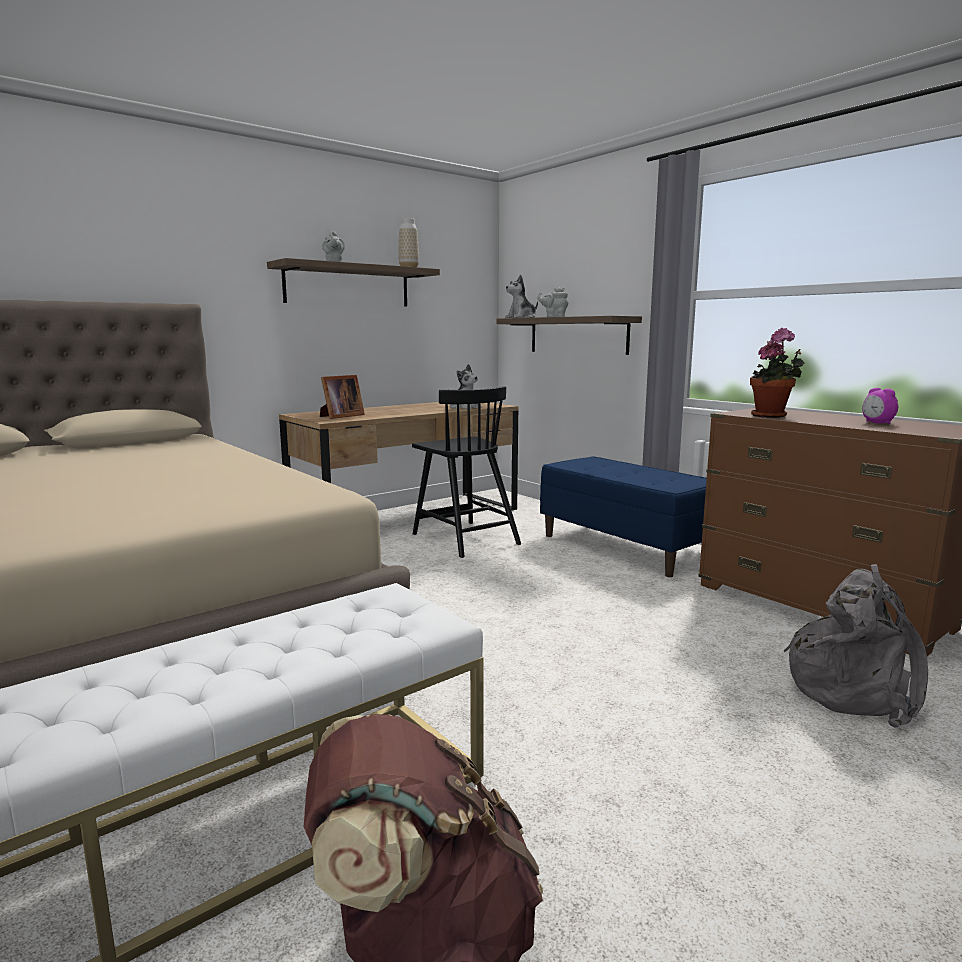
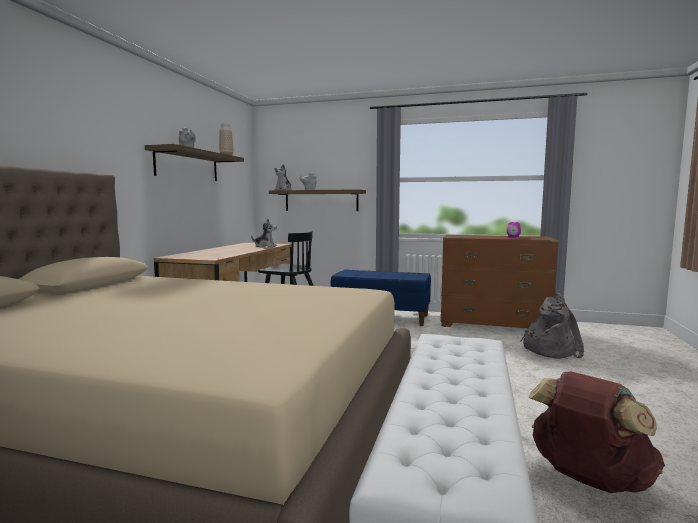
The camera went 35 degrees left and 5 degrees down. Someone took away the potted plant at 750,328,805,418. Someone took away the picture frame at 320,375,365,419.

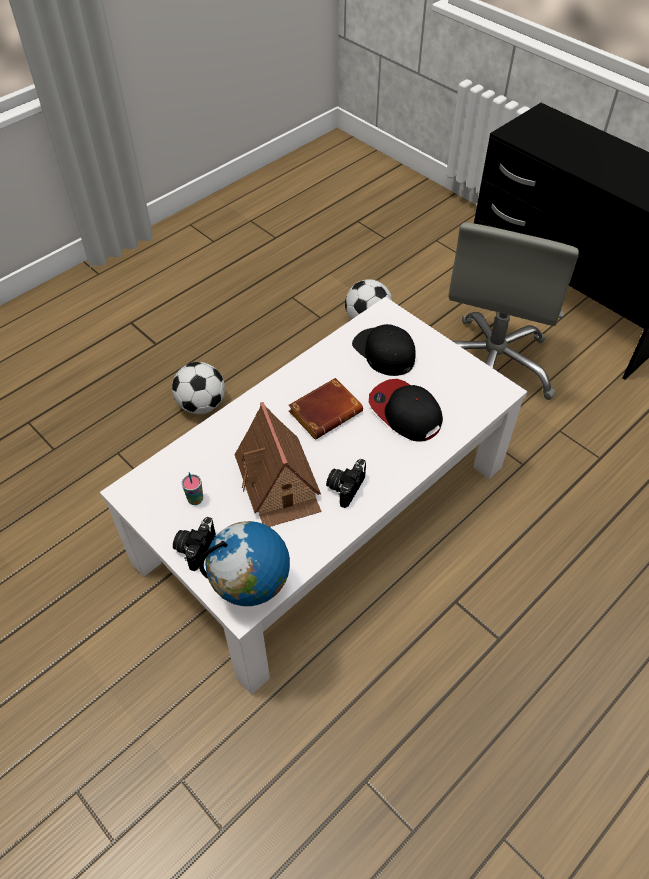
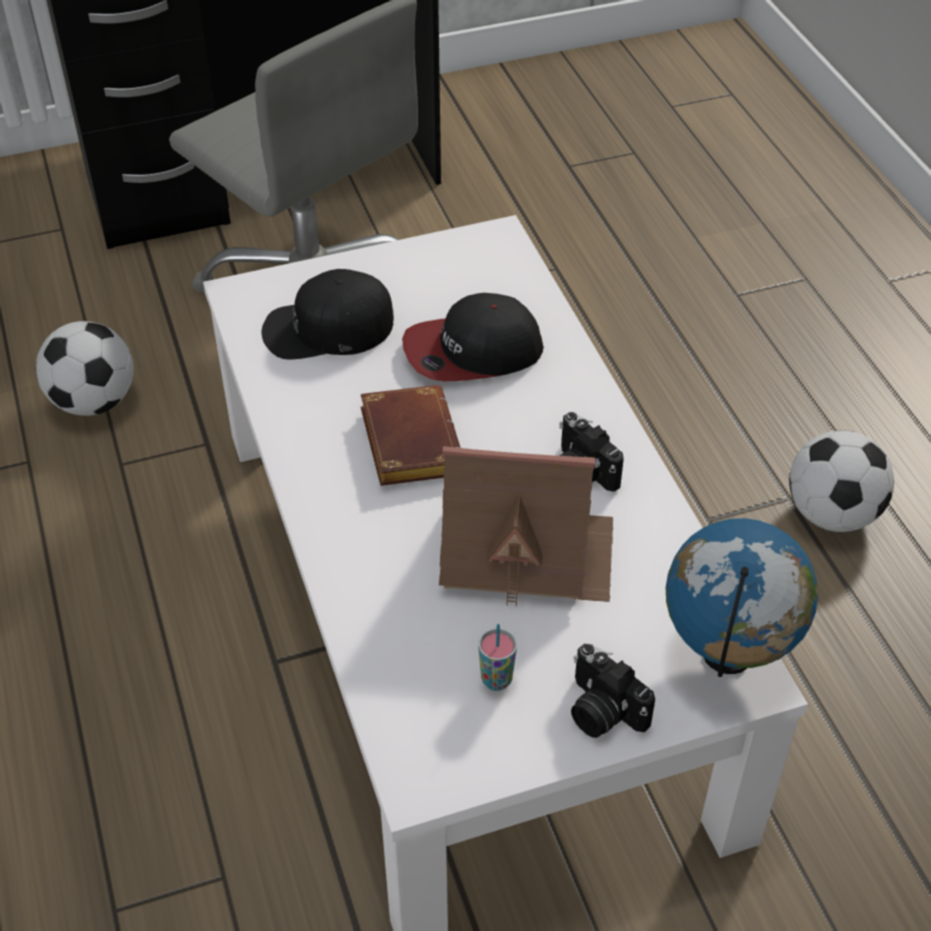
The camera went 65 degrees left and 5 degrees down. Someone carried the football from 172,362,225,414 to 789,430,894,532.

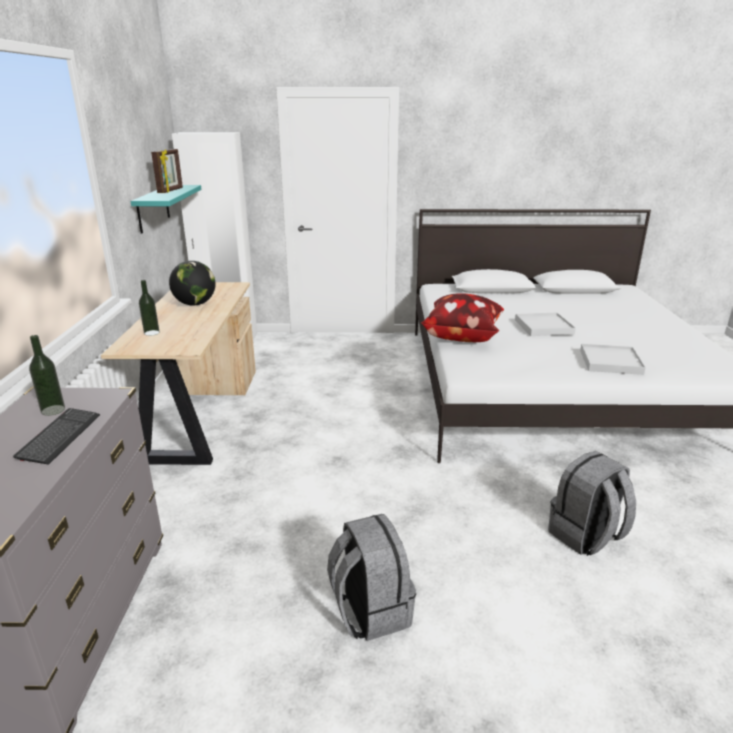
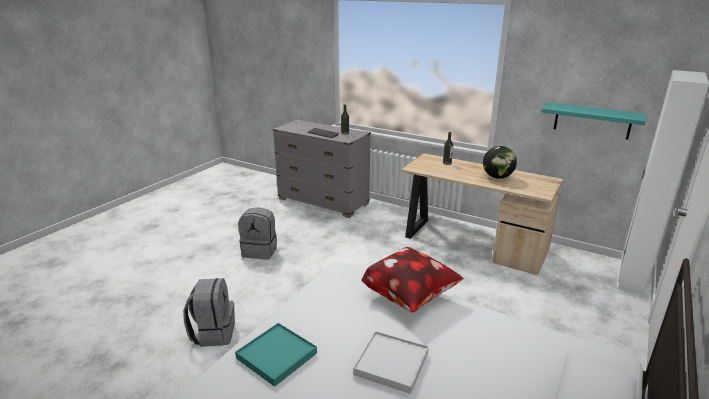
The camera went 120 degrees right and 0 degrees up. Someone took away the picture frame at 151,149,183,193. Someone repainted the white tray at 580,344,646,375, which became the turquoise tray at 235,323,317,387.

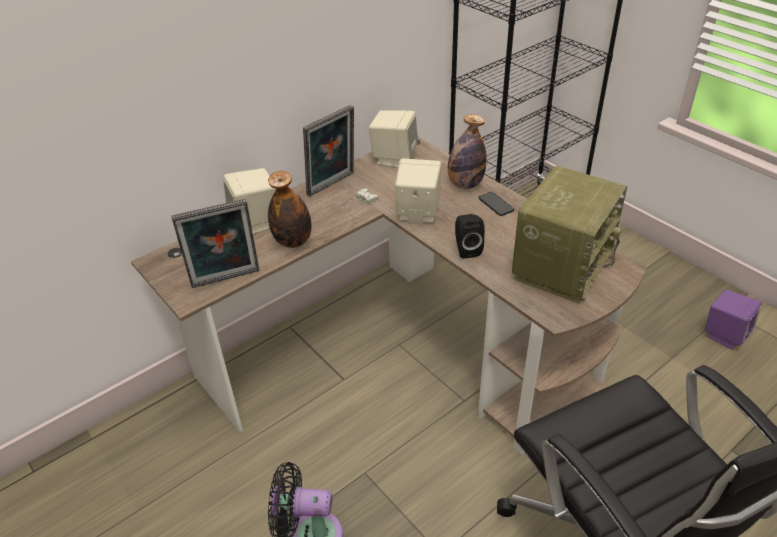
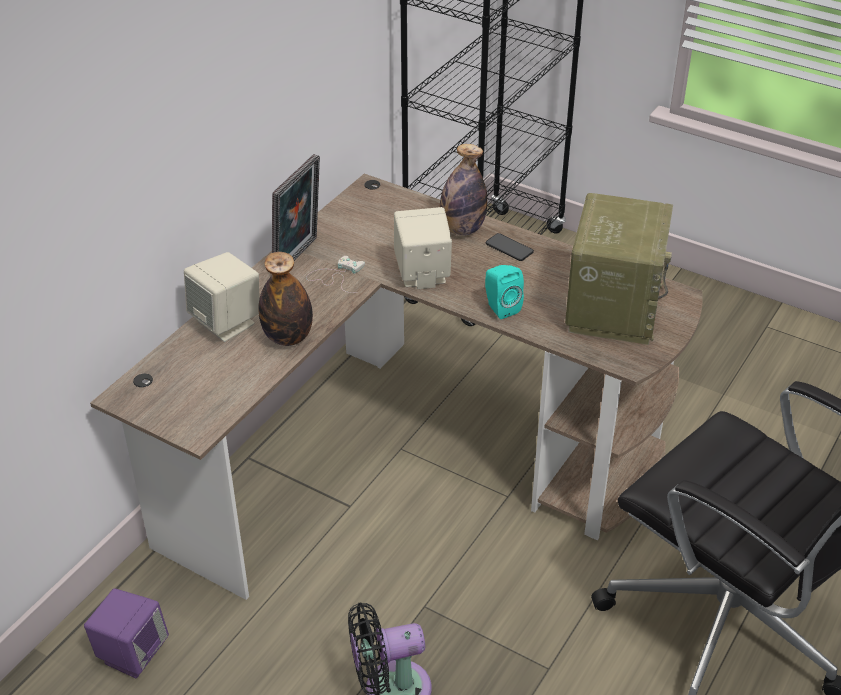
The camera went 20 degrees left and 0 degrees up. Someone took away the beige speaker at 369,110,418,168. Someone took away the picture frame at 171,199,259,288. Someone repainted the black speaker at 455,214,485,259, which became the turquoise speaker at 485,265,524,319. Someone carried the purple speaker from 705,289,762,349 to 84,588,169,678.

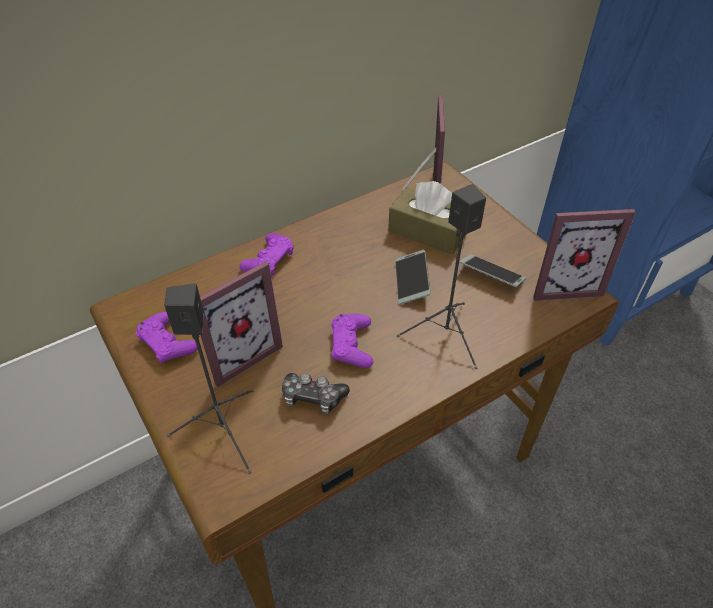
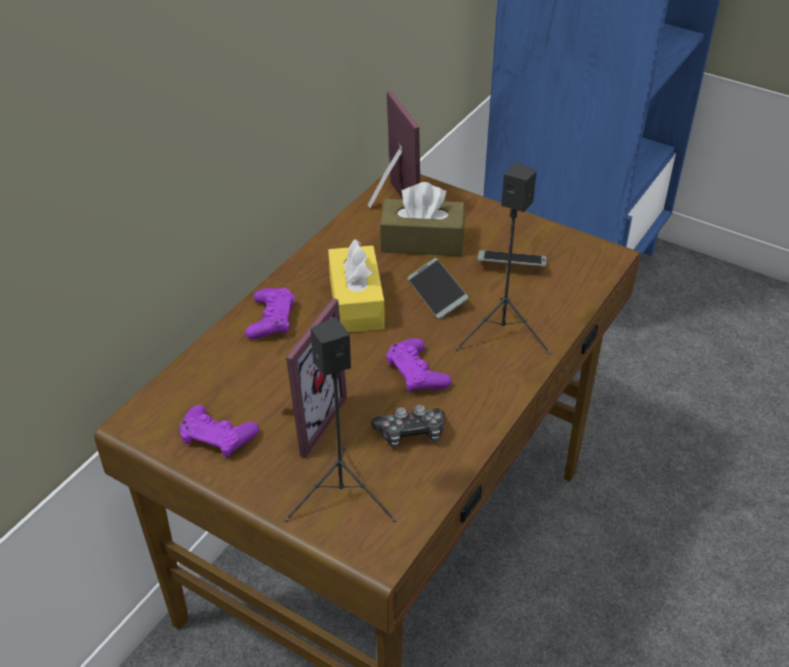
The camera went 25 degrees left and 5 degrees down. Someone took away the picture frame at 533,209,636,301. Someone put down the yellow tissue box at 328,239,385,332.

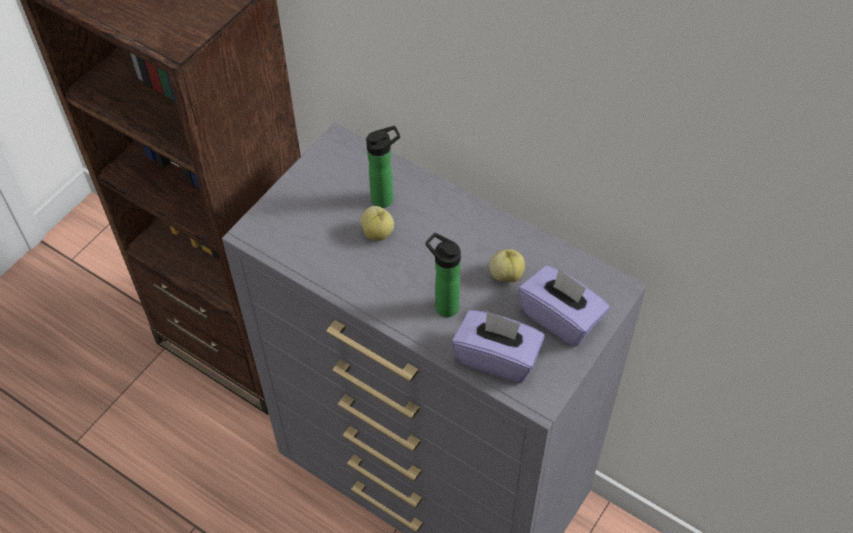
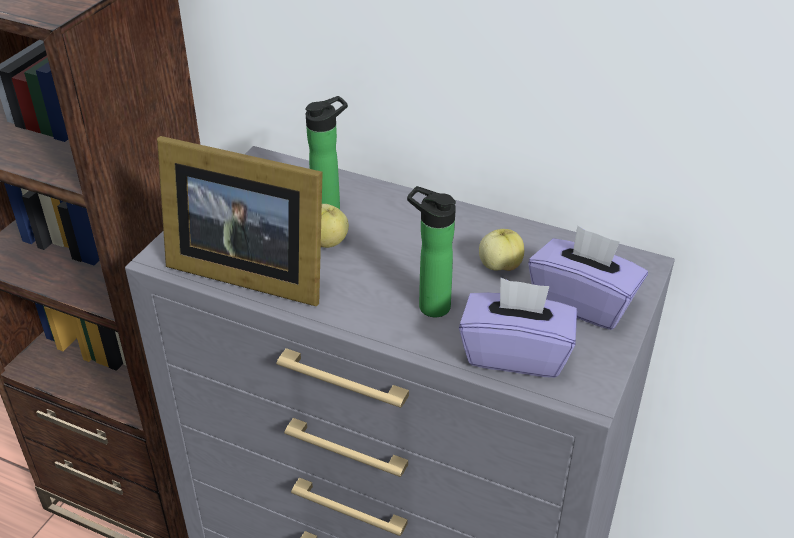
The camera went 10 degrees left and 15 degrees down. Someone put down the picture frame at 157,136,323,306.

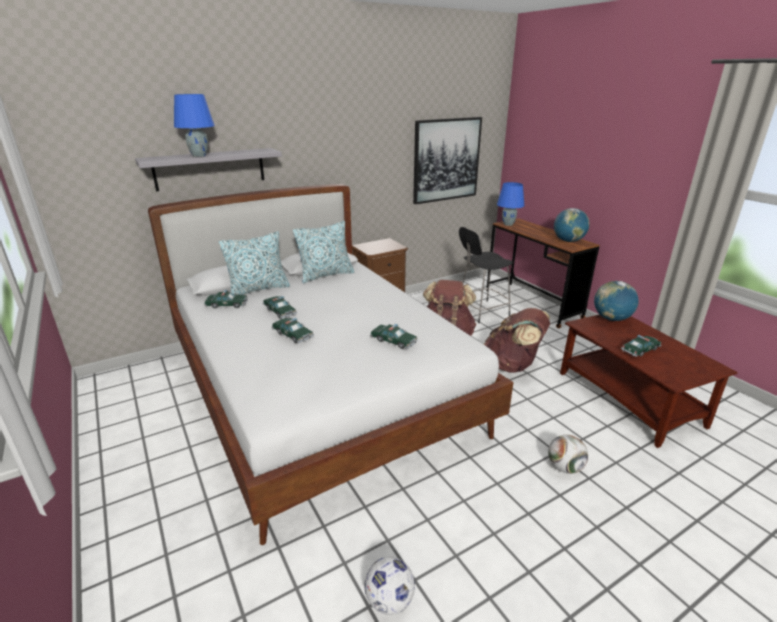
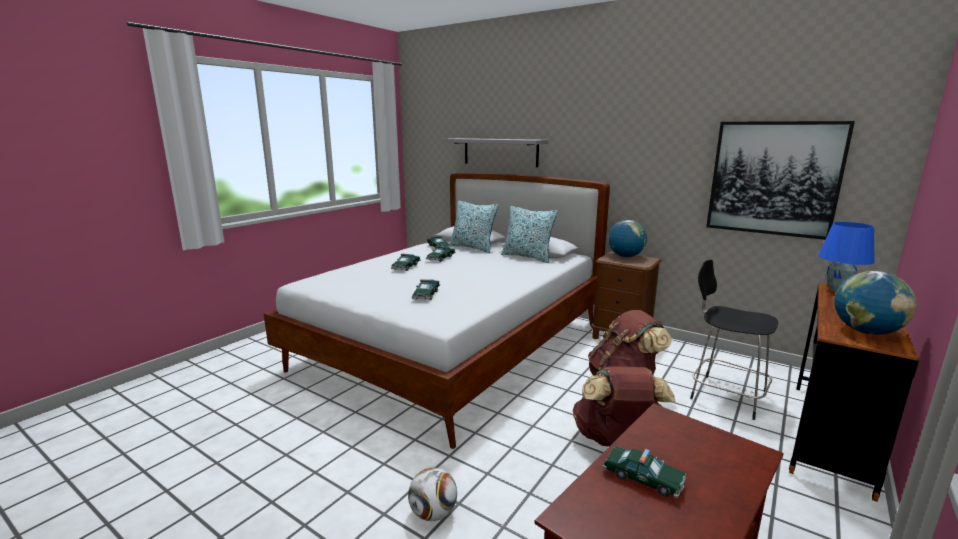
The camera went 65 degrees right and 10 degrees down. Someone took away the blue table lamp at 174,94,215,157. Someone carried the globe from 594,281,639,321 to 608,220,647,257. Someone took away the football at 364,557,415,615.

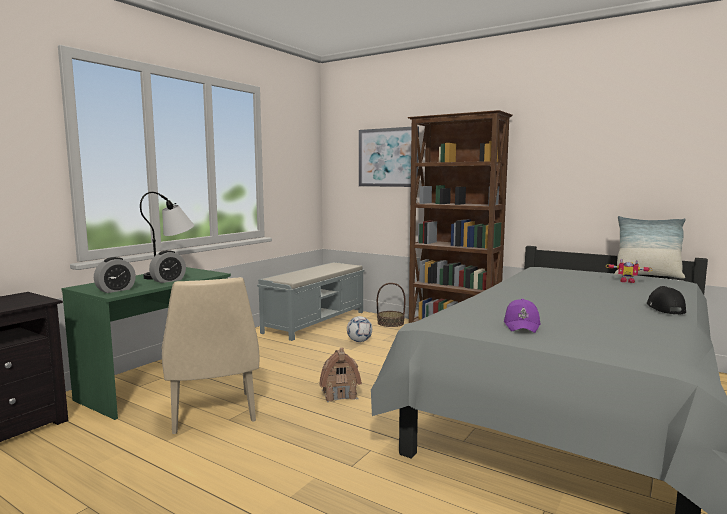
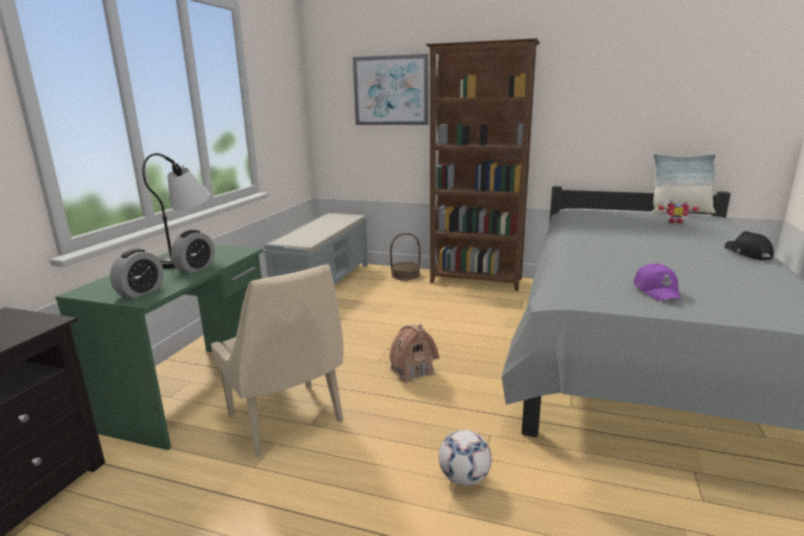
The camera went 15 degrees left and 10 degrees up. Someone carried the football from 347,316,372,342 to 439,430,492,486.

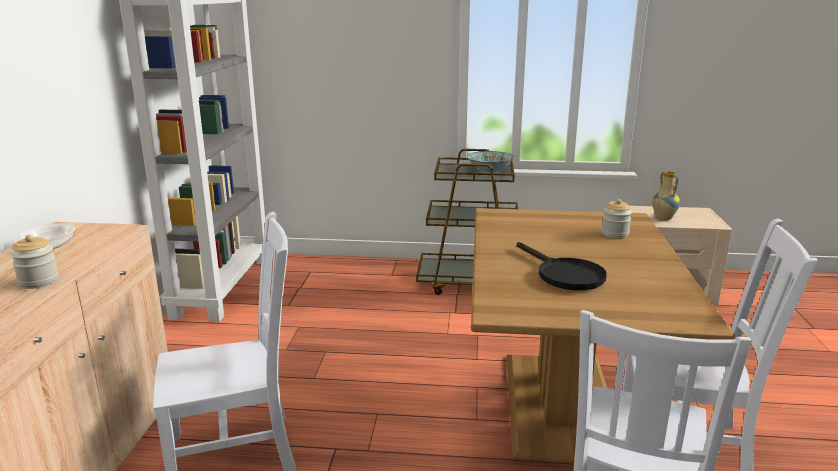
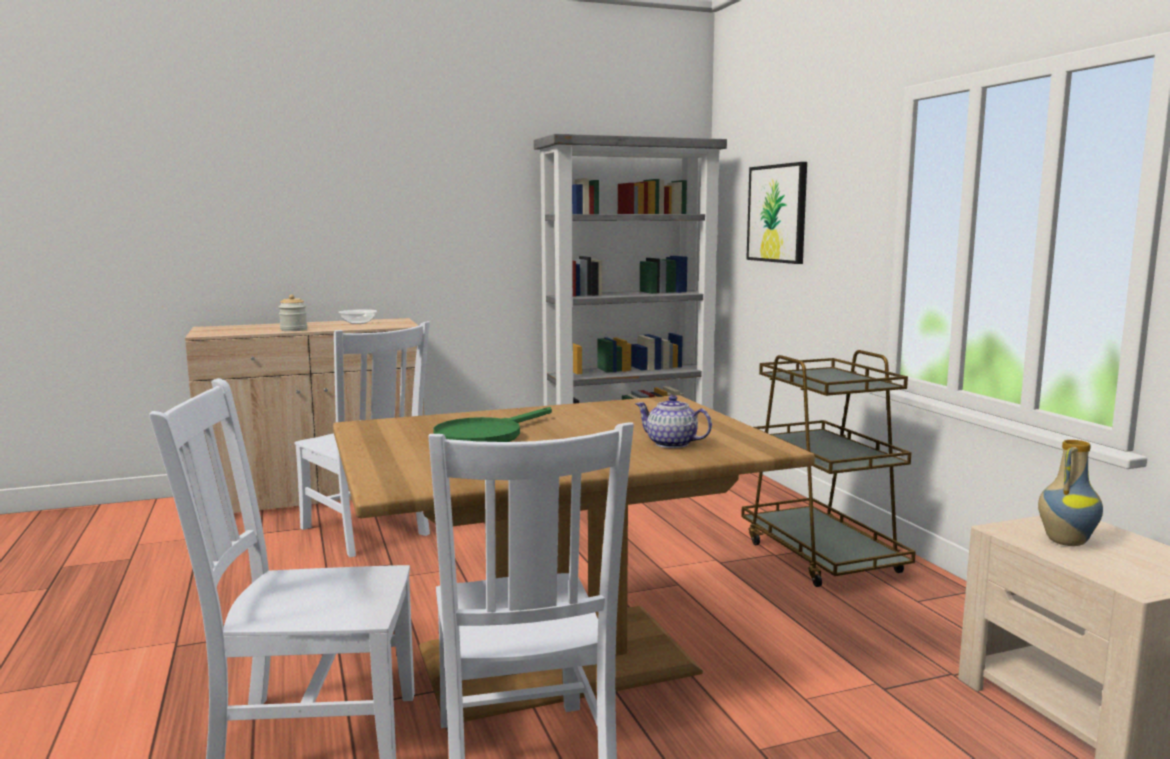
The camera went 65 degrees right and 10 degrees down. Someone took away the bowl at 467,151,514,172. Someone swapped the jar at 601,199,632,238 for the teapot at 635,395,712,448. Someone repainted the black frying pan at 517,242,607,290, which became the green frying pan at 433,407,552,442. Someone put up the picture at 746,162,807,264.

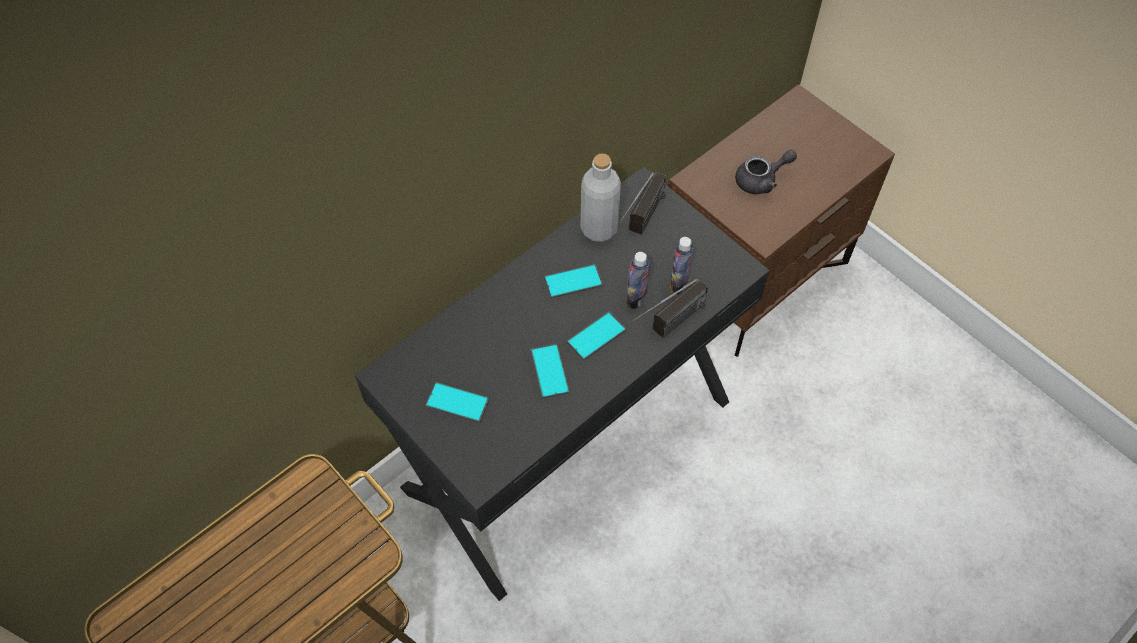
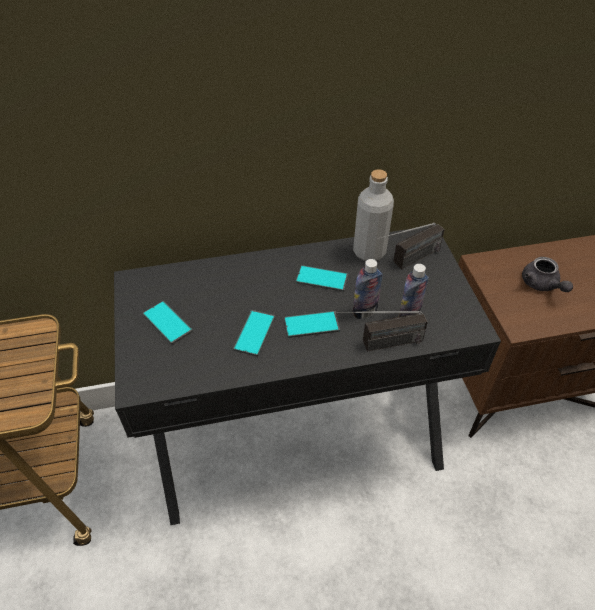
The camera went 30 degrees right and 10 degrees down. Someone rotated the grey teapot at 735,149,797,194 by 60 degrees clockwise.

